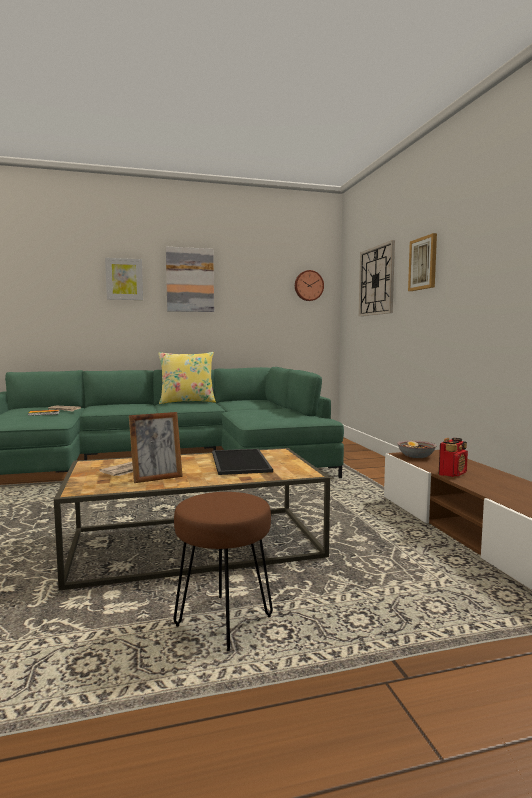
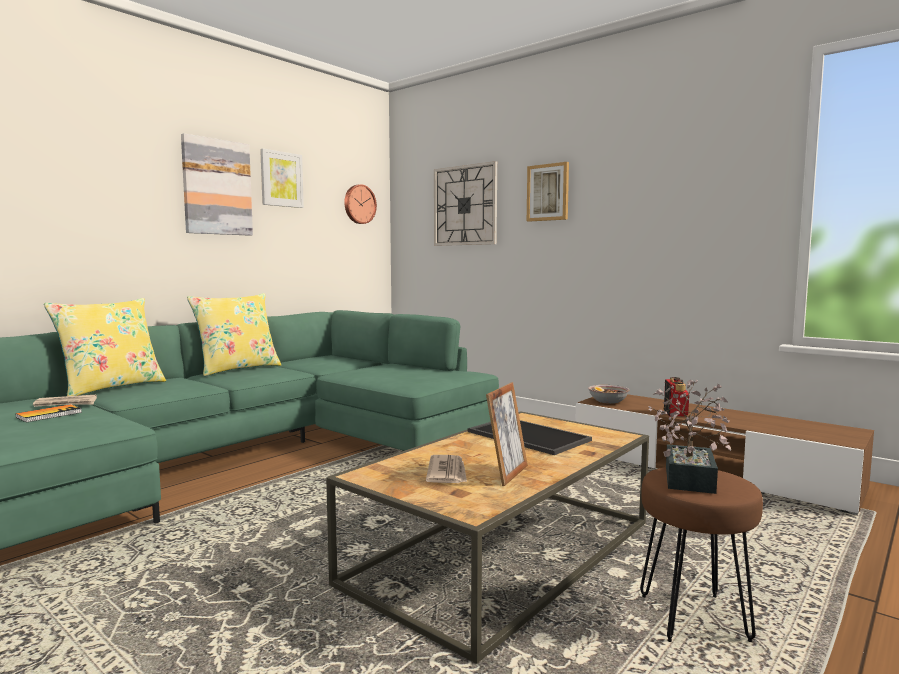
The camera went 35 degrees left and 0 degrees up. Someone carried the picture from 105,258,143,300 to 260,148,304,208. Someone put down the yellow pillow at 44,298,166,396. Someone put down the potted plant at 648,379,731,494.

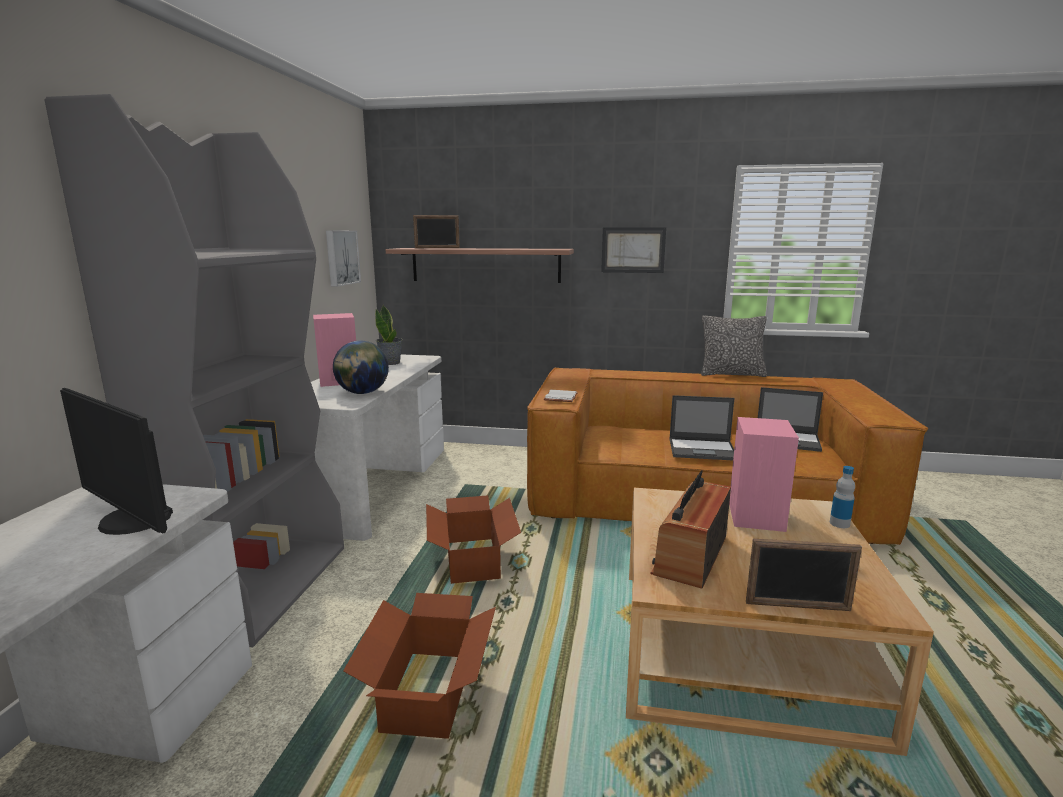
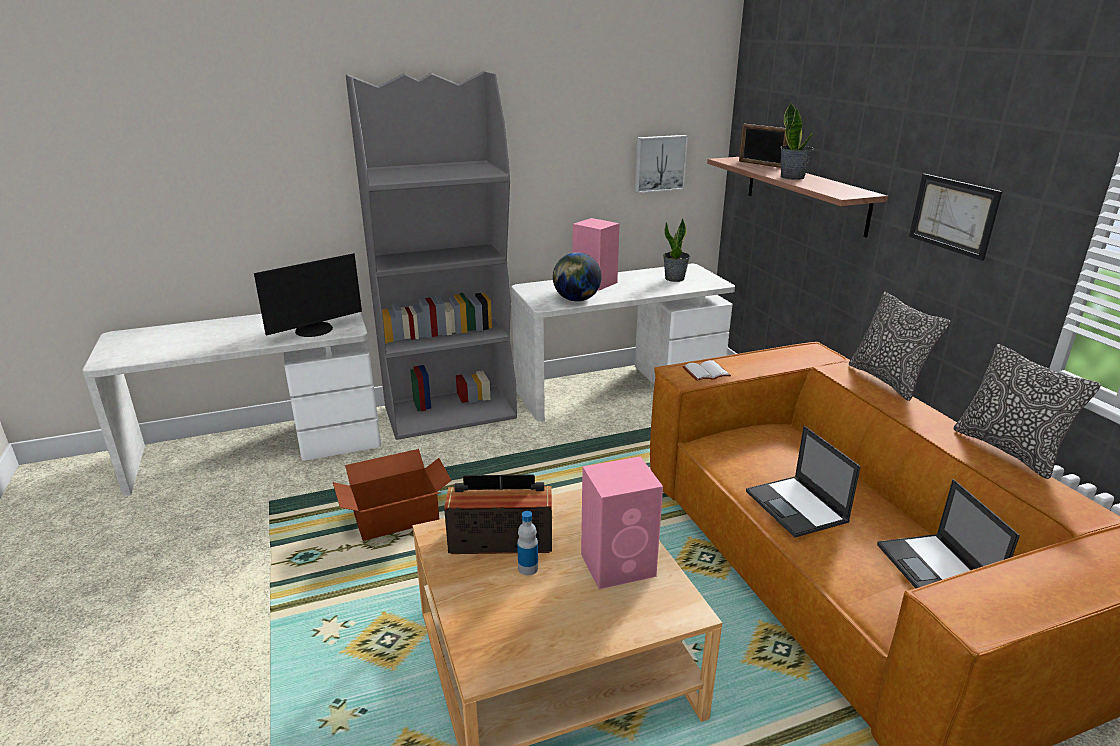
The camera went 60 degrees right and 10 degrees up. Someone rotated the monitor at 60,388,173,535 by 135 degrees counterclockwise. Someone carried the bottle from 830,466,855,528 to 517,511,538,575. Someone took away the cardboard box at 426,495,521,584. Someone took away the picture frame at 746,539,862,611. Someone put down the potted plant at 780,103,814,180. Someone put down the pillow at 849,292,951,401.

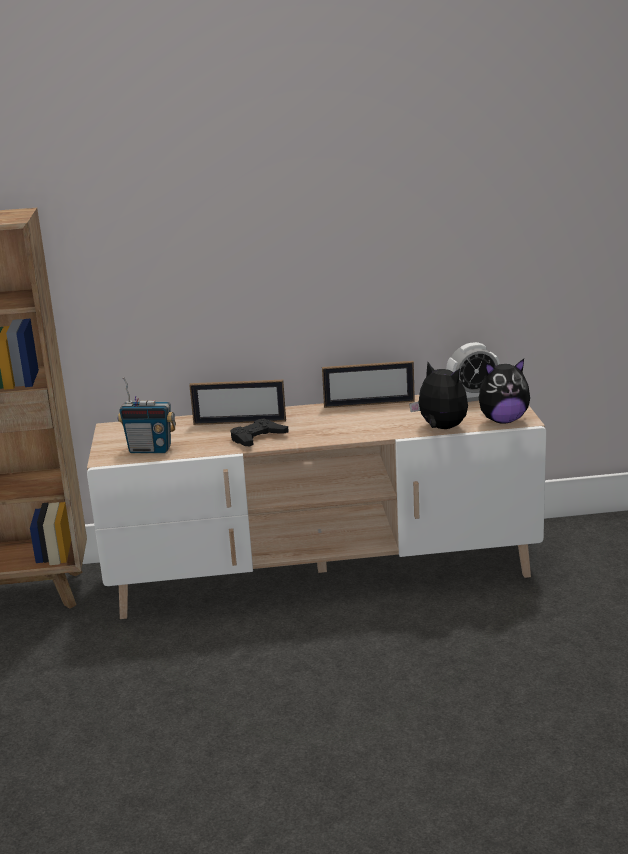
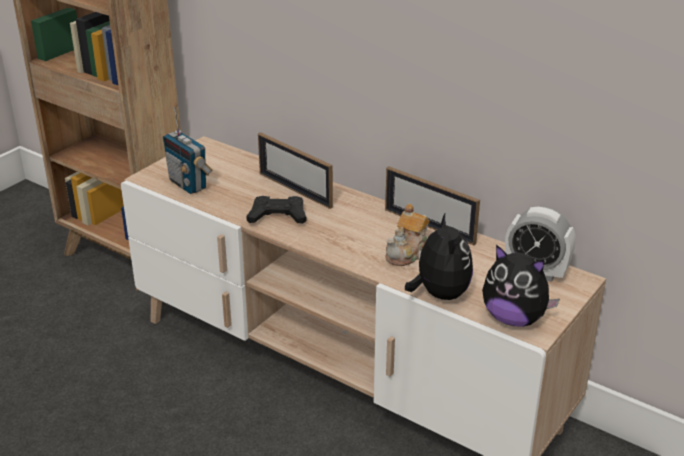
The camera went 40 degrees right and 10 degrees up. Someone put down the teapot at 385,204,429,266.

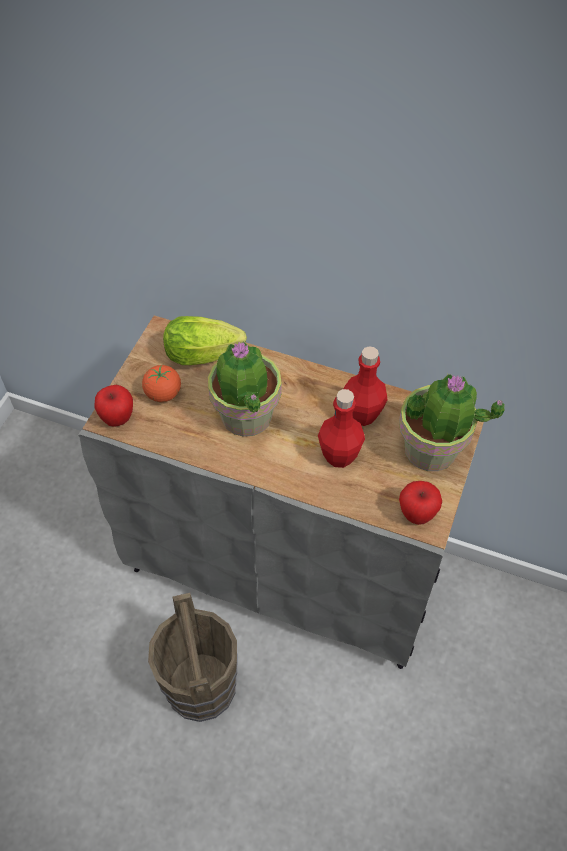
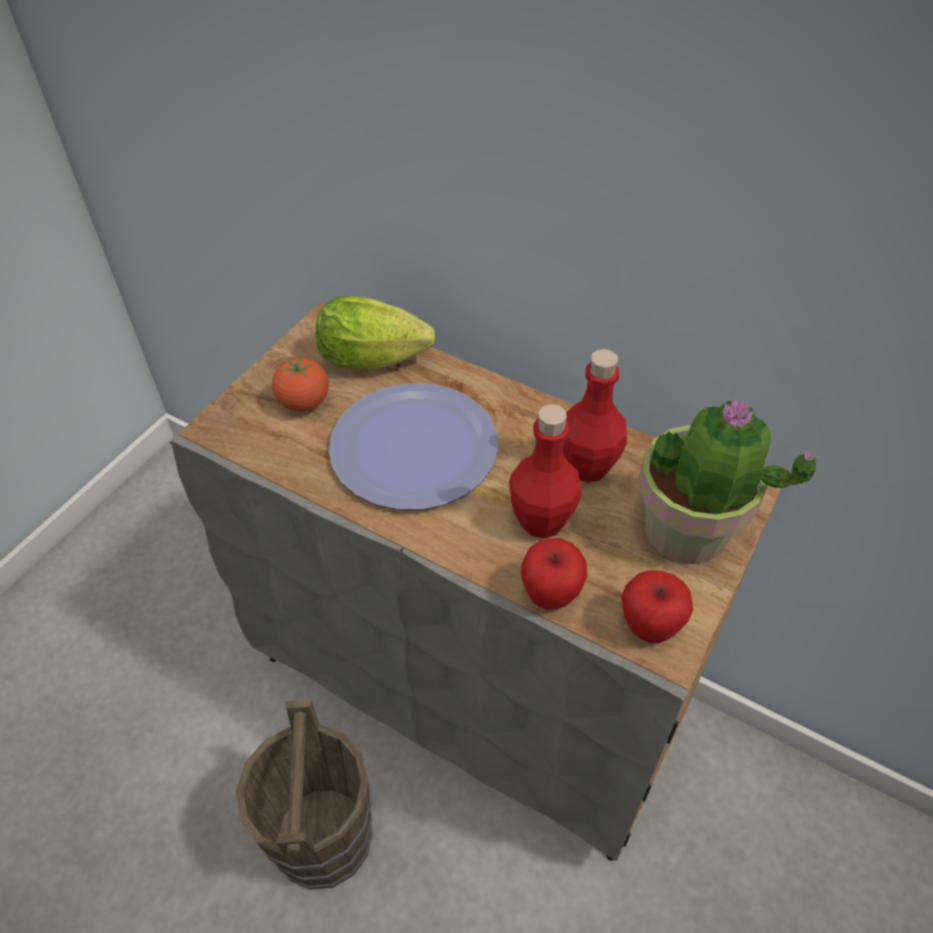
The camera went 10 degrees right and 5 degrees down. Someone swapped the potted plant at 208,341,282,437 for the plate at 329,383,498,510. Someone carried the apple from 94,385,133,427 to 521,538,587,610.

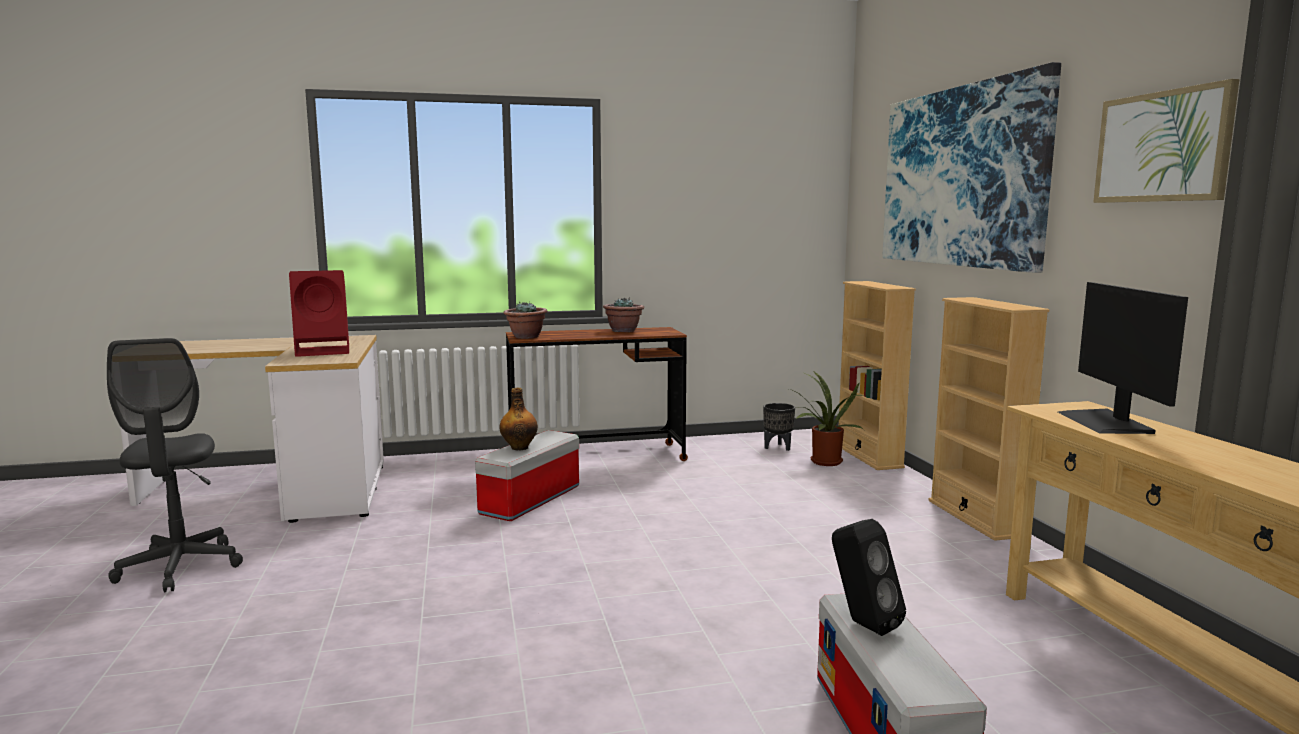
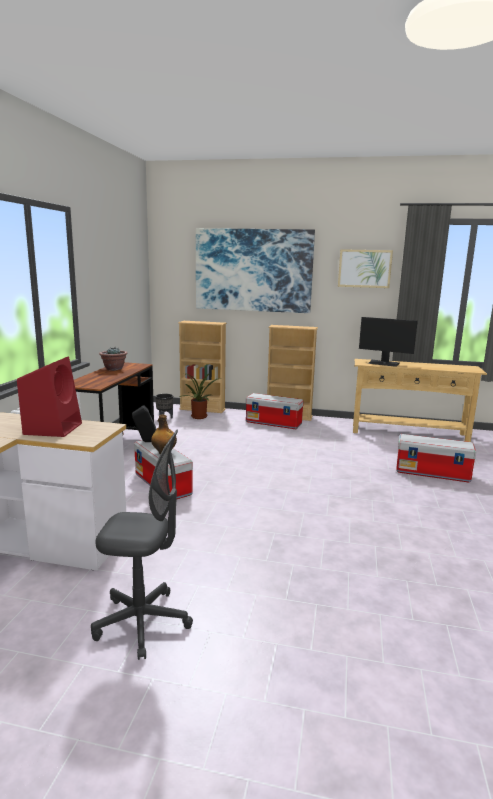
The camera went 65 degrees left and 5 degrees up. Someone took away the potted plant at 503,302,547,339. Someone carried the black speaker from 832,519,906,636 to 132,405,156,442. Someone put down the storage box at 246,393,304,429.

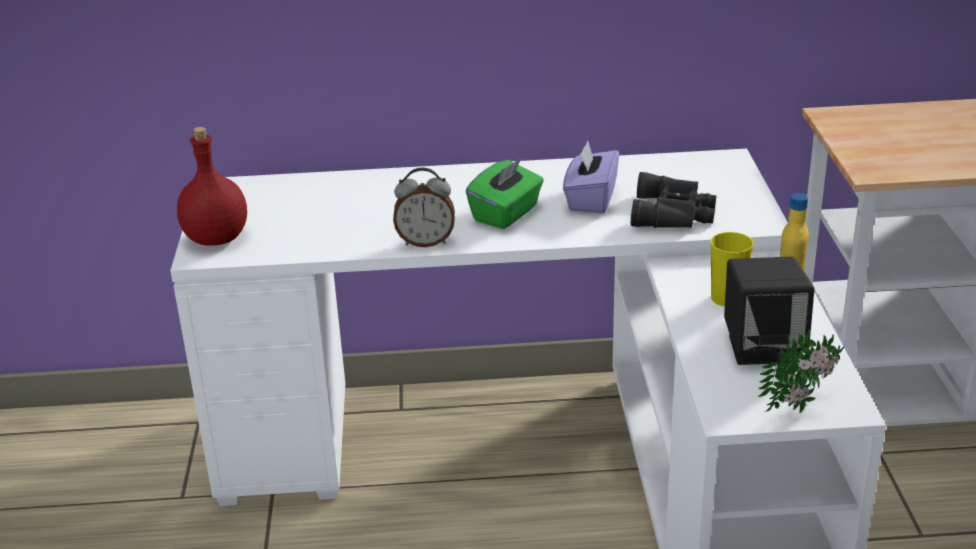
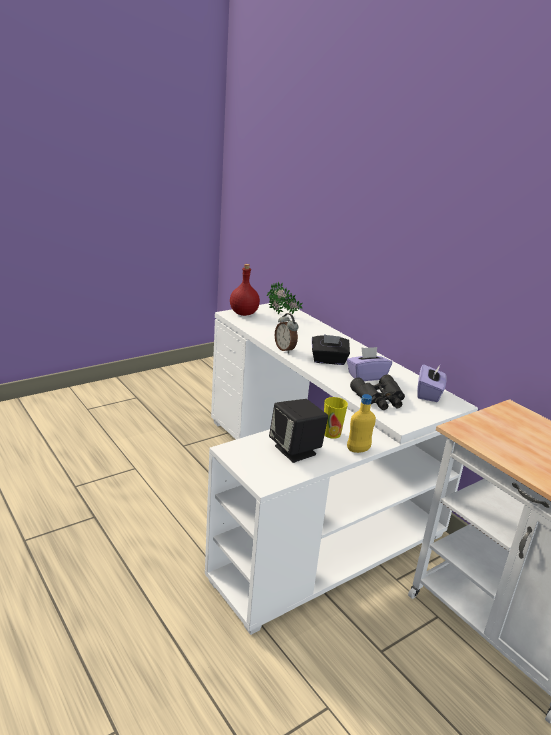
The camera went 55 degrees right and 5 degrees down. Someone repainted the green tissue box at 466,158,544,229, which became the black tissue box at 312,334,350,365. Someone carried the potted plant from 758,329,844,413 to 267,282,303,314. Someone put down the purple tissue box at 418,364,447,402.

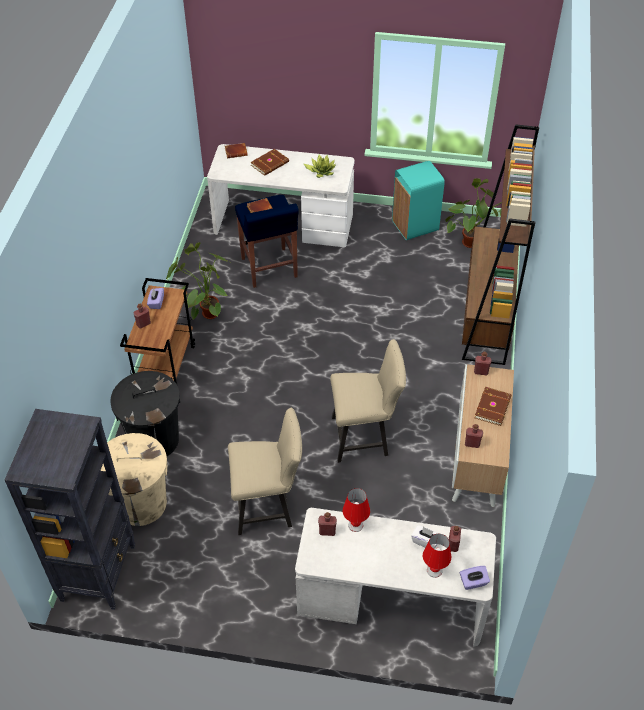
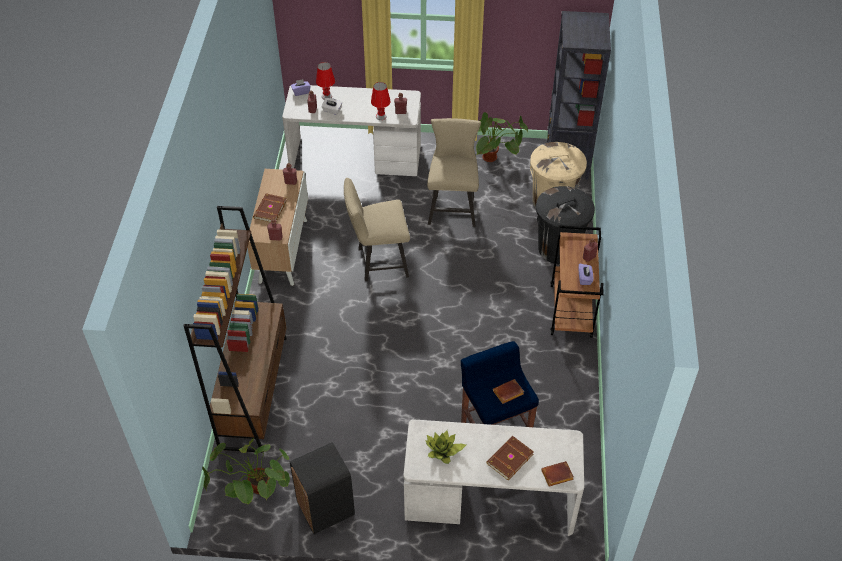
The camera went 175 degrees right and 0 degrees up. Someone repainted the turquoise trash can at 392,161,445,240, which became the black trash can at 290,442,355,534. Someone carried the potted plant from 166,242,229,319 to 476,112,528,162. Someone rotated the beige chair at 228,408,302,535 by 105 degrees clockwise.

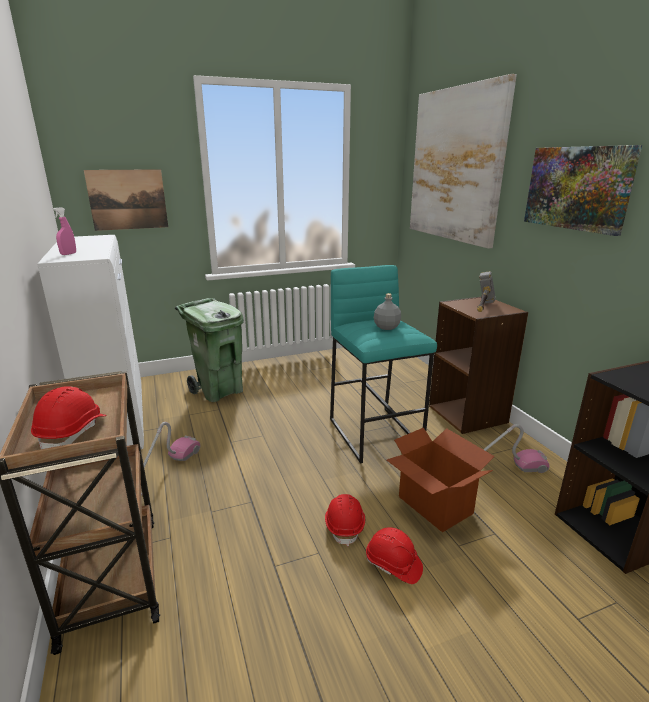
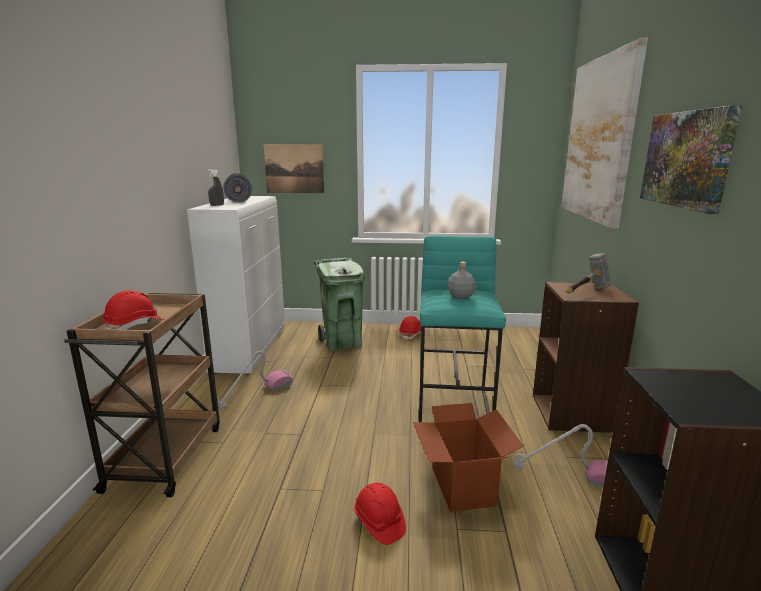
The camera went 25 degrees right and 5 degrees down. Someone repainted the pink spray bottle at 52,207,76,255, which became the grey spray bottle at 208,169,224,206. Someone carried the red hard hat from 325,494,365,546 to 399,316,421,340. Someone put down the grey dumbbell at 223,173,252,203.

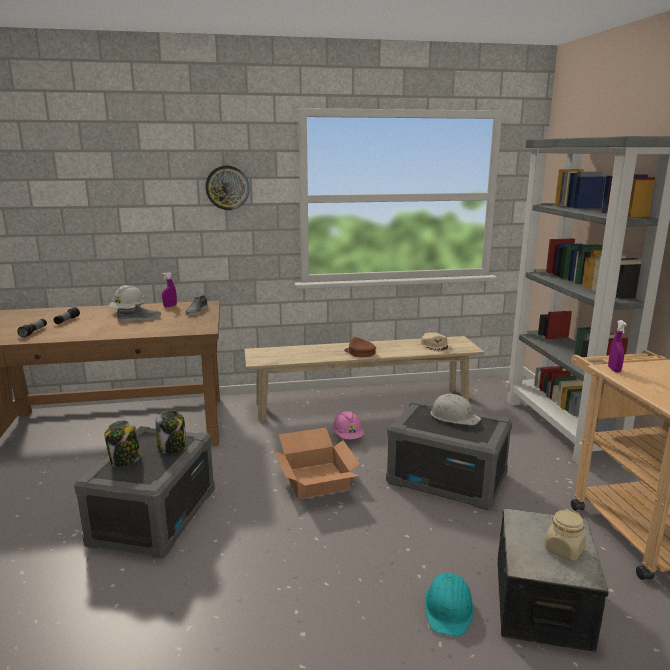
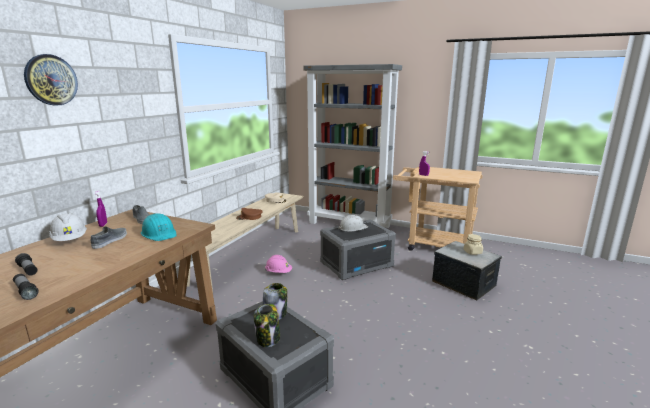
The camera went 55 degrees left and 0 degrees up. Someone carried the wall clock from 205,165,250,210 to 24,54,78,105. Someone took away the cardboard box at 274,427,360,499. Someone carried the turquoise hard hat from 425,573,474,637 to 141,213,177,241.

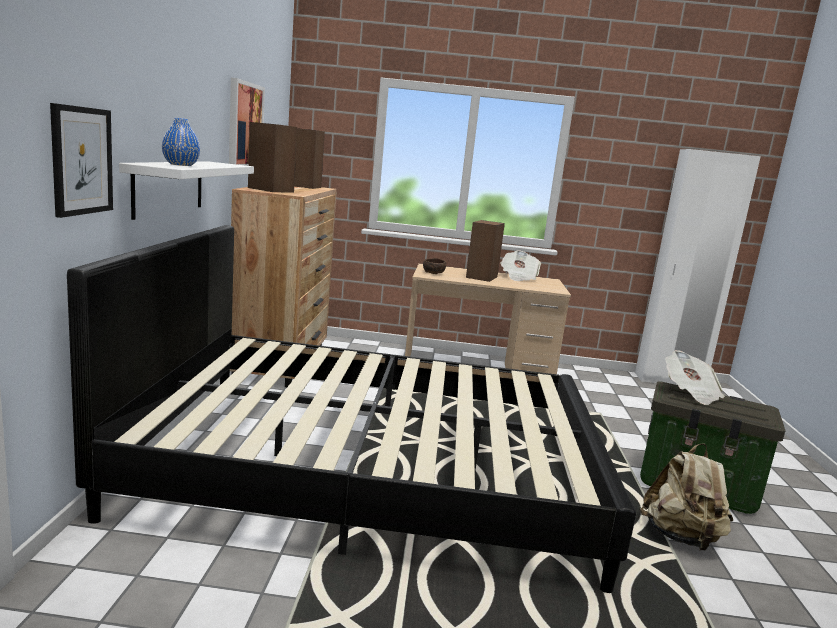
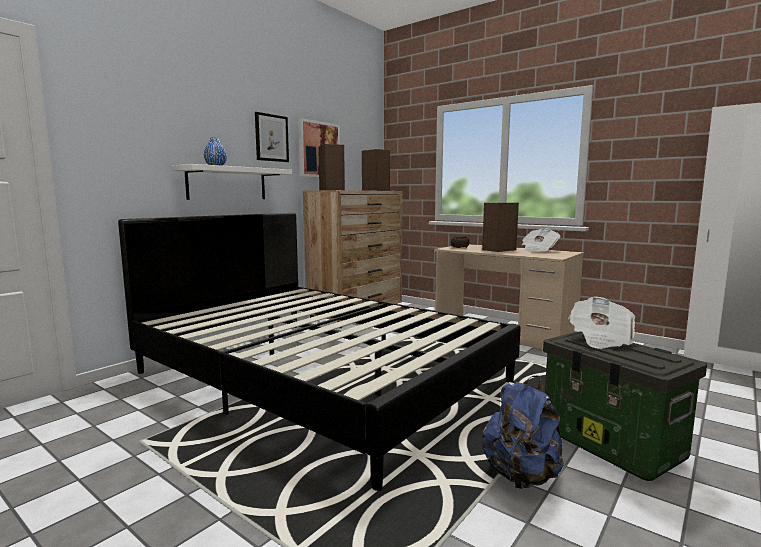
The camera went 35 degrees right and 5 degrees down. Someone carried the picture from 50,103,113,218 to 255,112,289,162. Someone repainted the beige backpack at 640,443,733,551, which became the blue backpack at 482,375,564,489.

